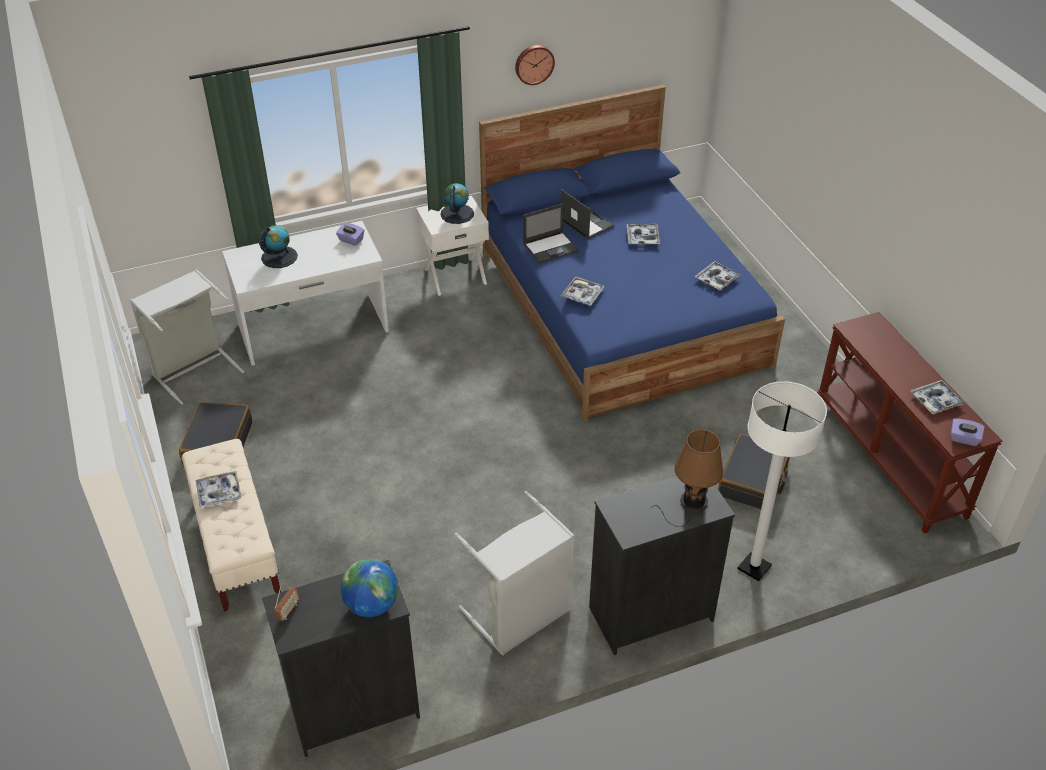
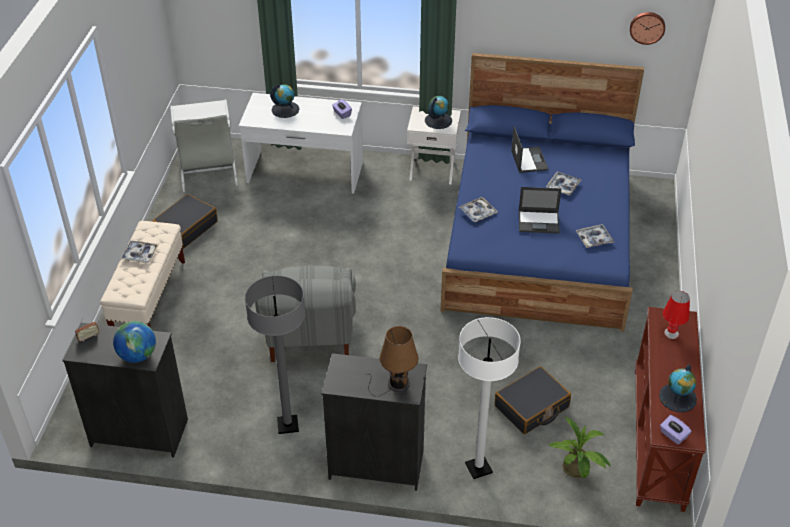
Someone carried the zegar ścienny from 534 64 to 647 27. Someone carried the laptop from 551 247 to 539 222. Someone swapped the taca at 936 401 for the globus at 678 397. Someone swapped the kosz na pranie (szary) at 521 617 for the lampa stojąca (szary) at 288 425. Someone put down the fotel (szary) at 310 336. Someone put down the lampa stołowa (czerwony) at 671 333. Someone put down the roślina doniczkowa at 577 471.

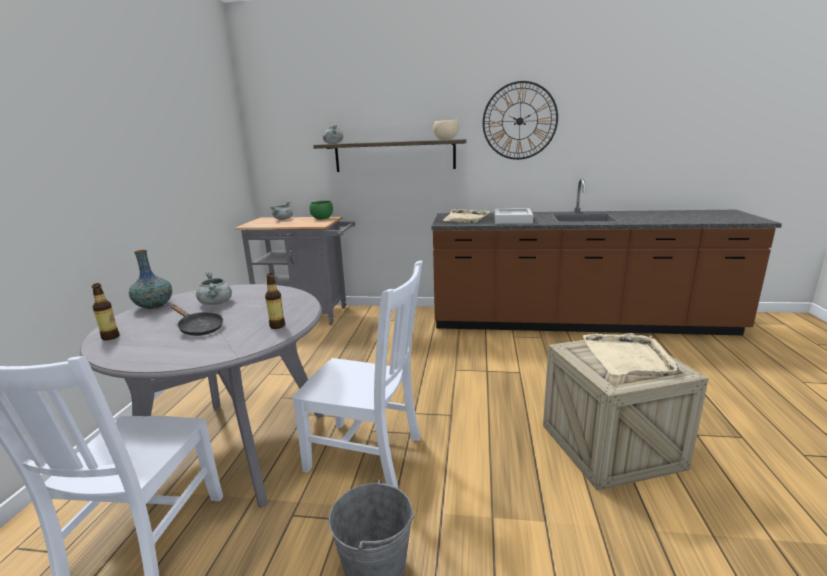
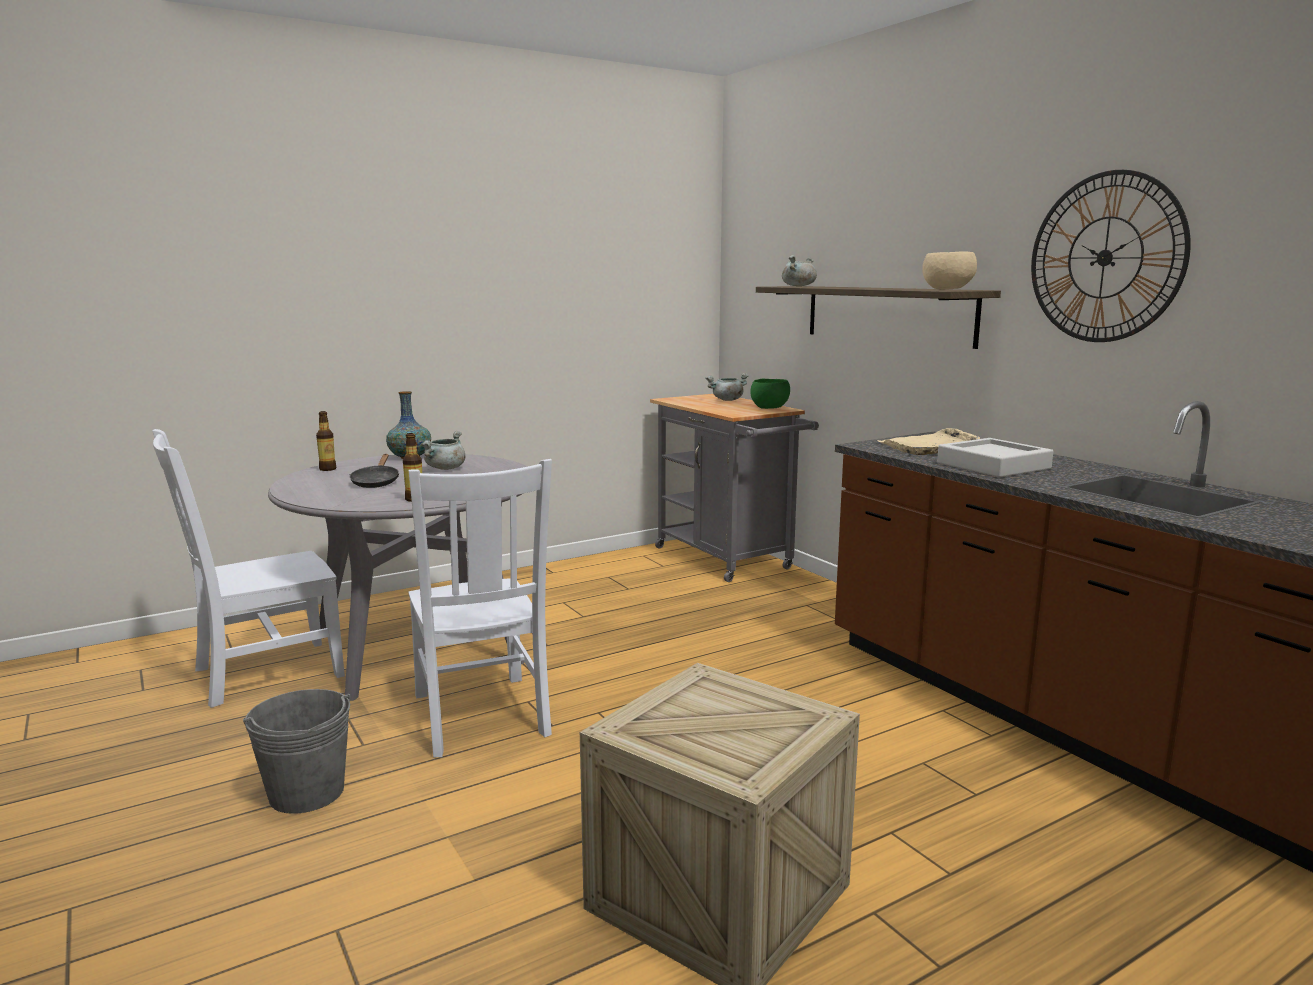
Someone took away the taca (beżowy) at 628 358.

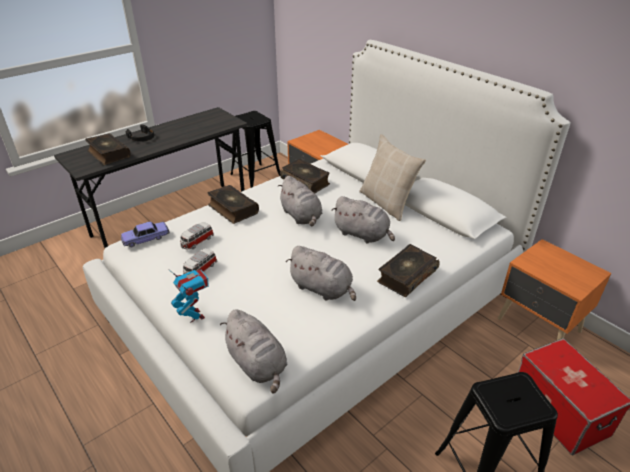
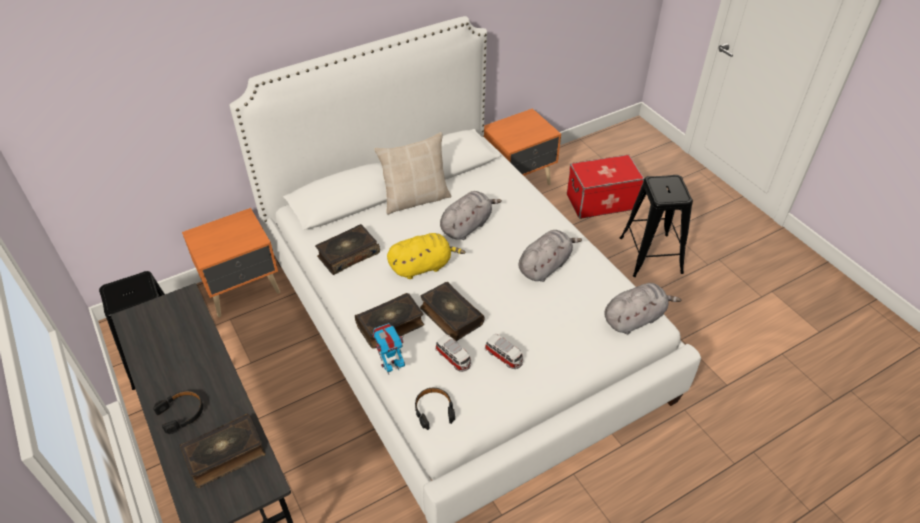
Someone repainted the pluszak (szary) at 301 216, which became the pluszak (żółty) at 423 266. Someone swapped the samochodzik at 146 238 for the słuchawki (czarny) at 434 410. Someone carried the książka from 406 276 to 450 316. Someone carried the robot zabawkowy from 194 316 to 391 367.

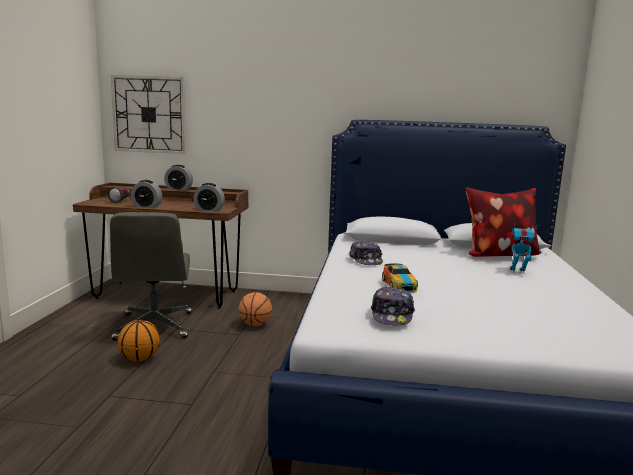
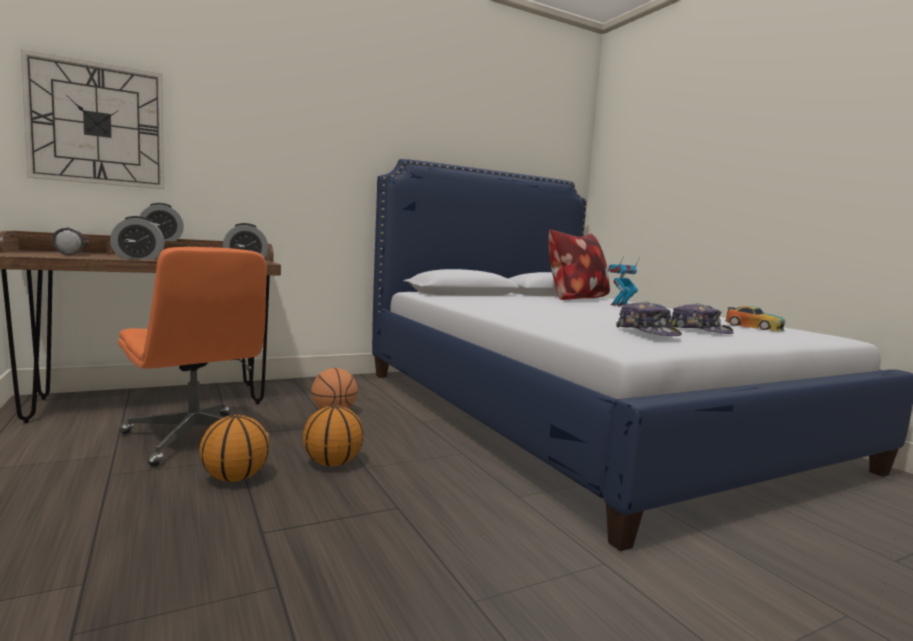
Someone repainted the krzesło biurowe (szary) at 155 326, which became the krzesło biurowe (pomarańczowy) at 195 438. Someone carried the czapka z daszkiem from 366 260 to 700 330. Someone carried the samochodzik from 399 285 to 754 327. Someone put down the piłka do koszykówki at 332 463.

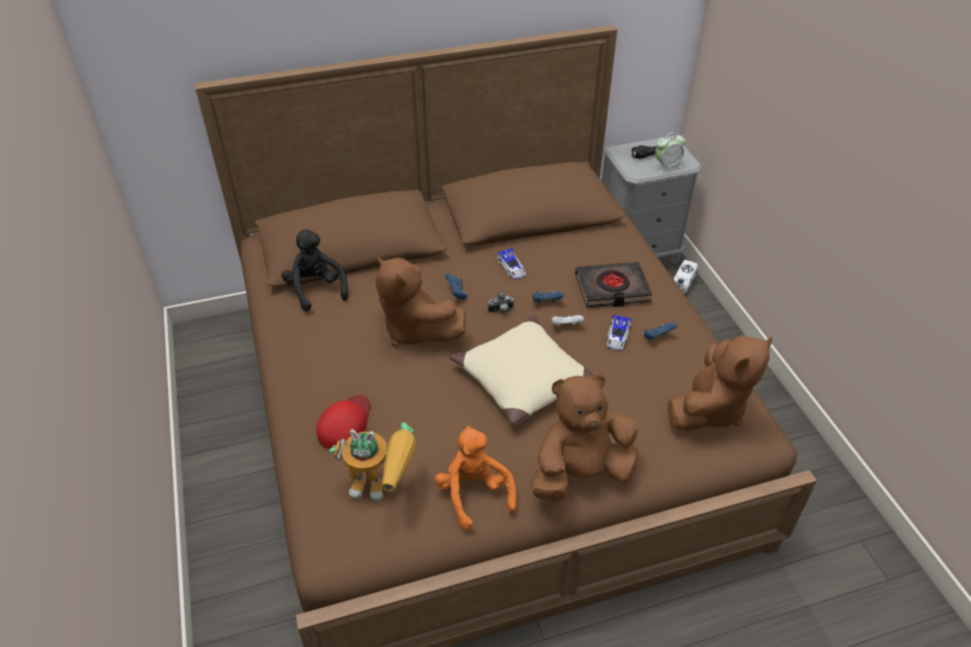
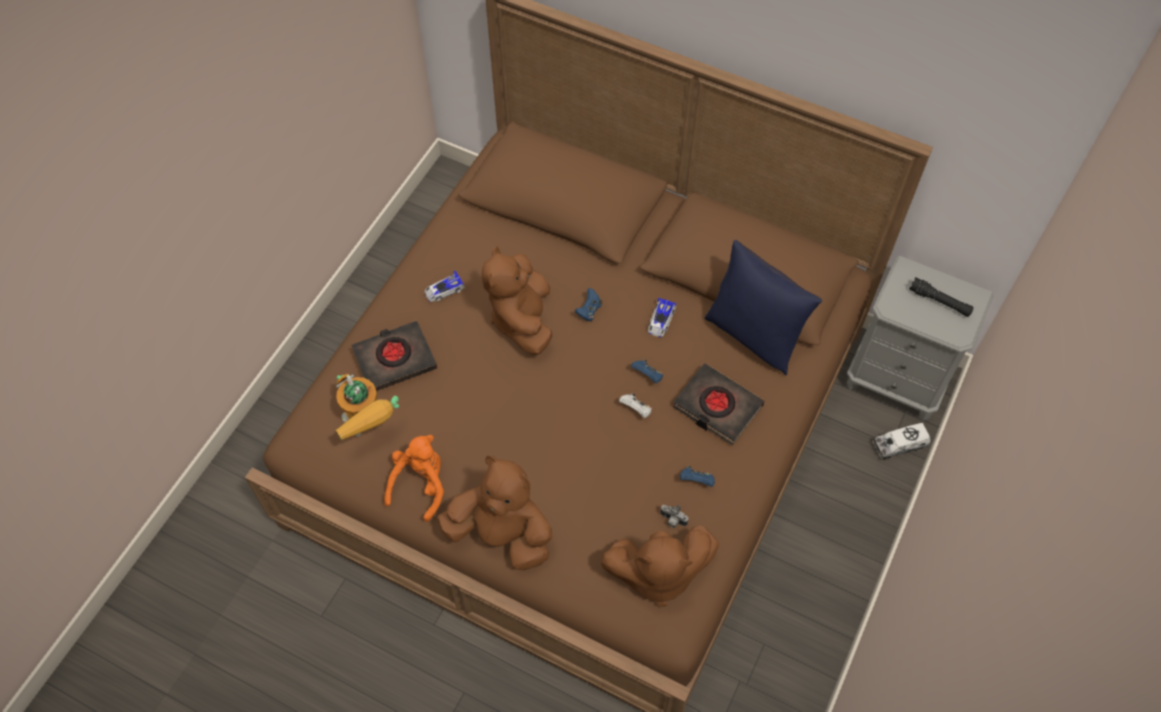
Someone took away the budzik at 667 166. Someone took away the pluszak (czarny) at 316 289. Someone carried the aparat fotograficzny from 501 311 to 672 521. Someone carried the samochodzik from 617 336 to 444 290. Someone took away the poduszka (beżowy) at 522 379. Someone swapped the czapka z daszkiem (czerwony) at 345 424 for the książka (czarny) at 395 359. Someone put down the poduszka (niebieski) at 753 335.

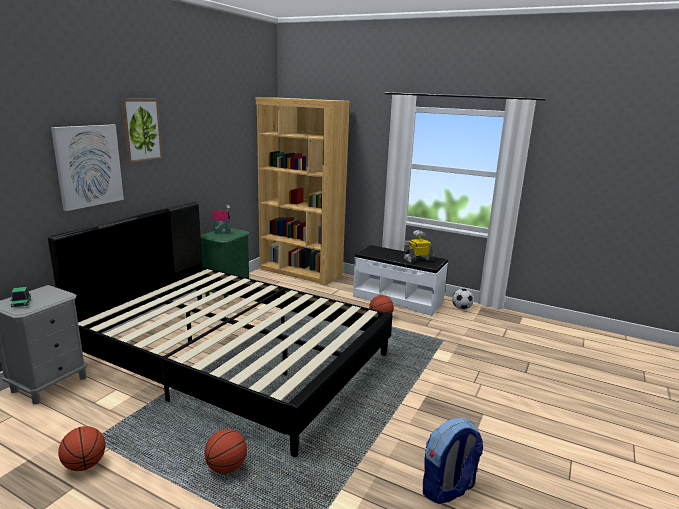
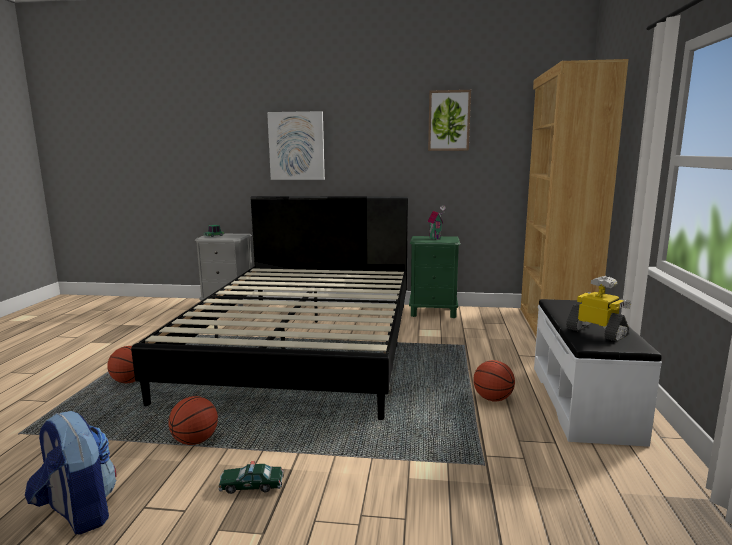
Someone carried the obraz from 141 130 to 449 121. Someone took away the piłka futbolowa at 461 308. Someone carried the piłka do koszykówki from 85 465 to 195 441. Someone put down the samochodzik at 251 485.

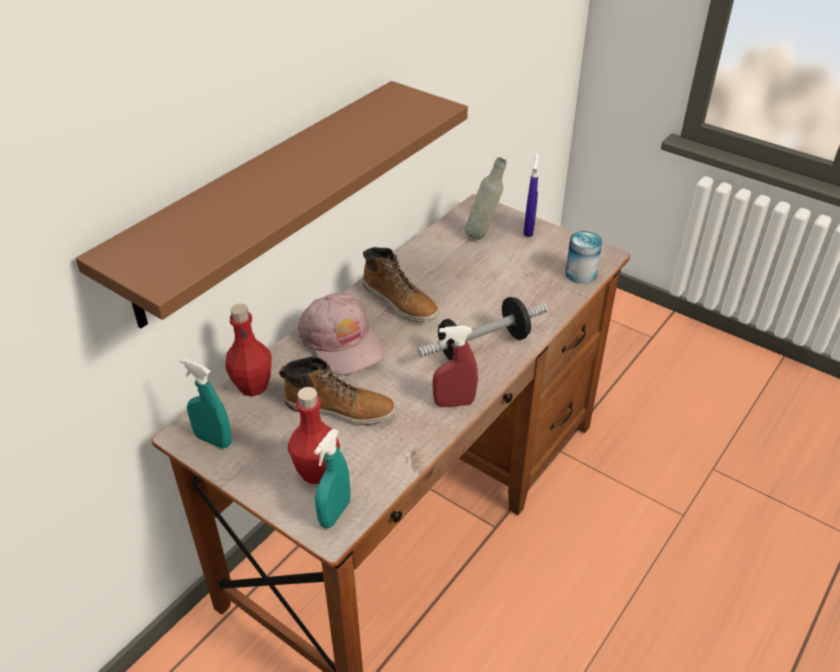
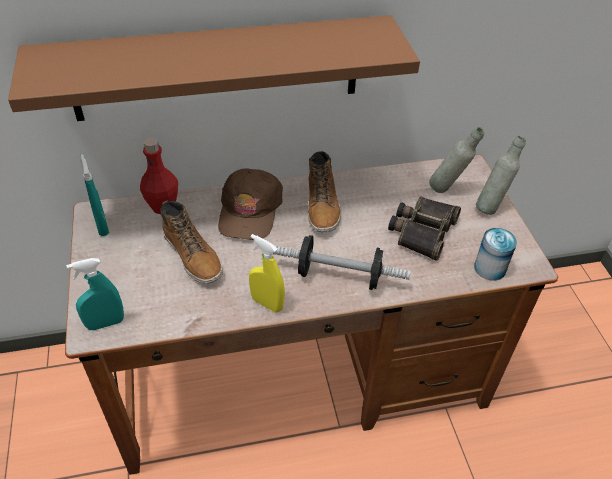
Someone swapped the spryskiwacz (niebieski) at 529 229 for the butelka (szary) at 491 207. Someone repainted the czapka z daszkiem (różowy) at 342 342, which became the czapka z daszkiem (brązowy) at 249 211. Someone repainted the spryskiwacz (czerwony) at 454 403, which became the spryskiwacz (żółty) at 267 303. Someone took away the butelka (czerwony) at 317 472. Someone put down the lornetka at 422 230.

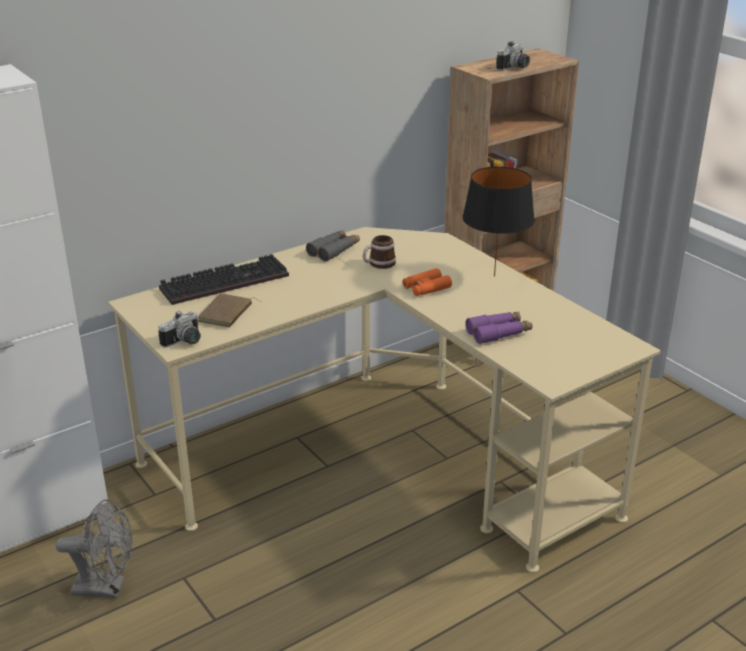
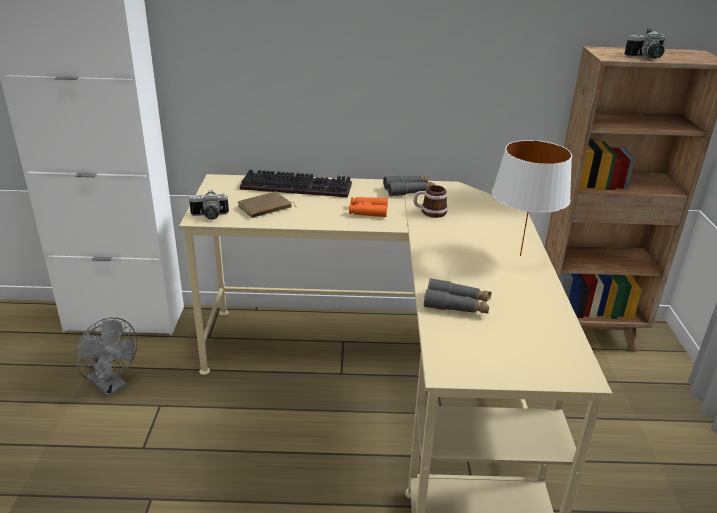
Someone repainted the lampa stołowa (czarny) at 495 276, which became the lampa stołowa (biały) at 520 256. Someone carried the lornetka (pomarańczowy) from 426 288 to 368 211. Someone repainted the lornetka (fioletowy) at 499 333, which became the lornetka (szary) at 457 305.

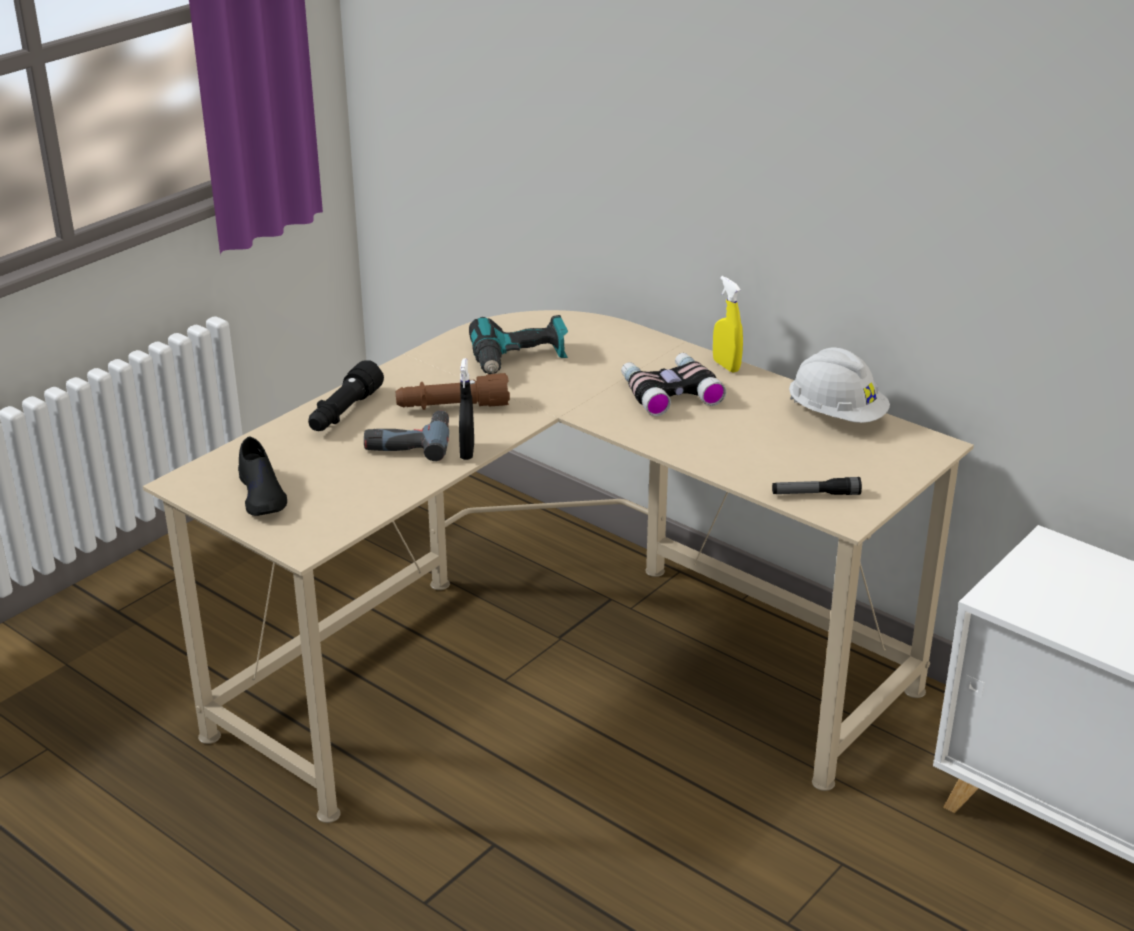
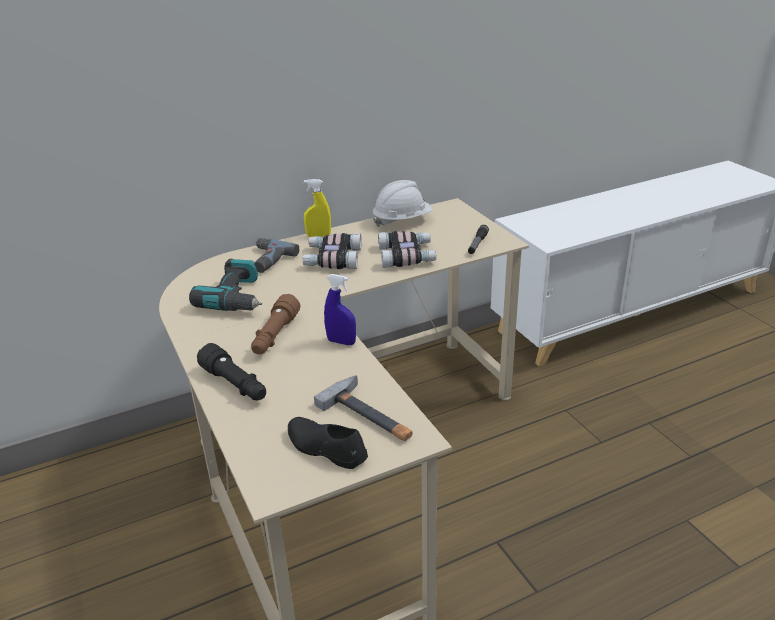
Someone repainted the spryskiwacz (czarny) at 467 452, which became the spryskiwacz (niebieski) at 341 342. Someone carried the wiertarka from 408 442 to 266 260. Someone rotated the but (czarny) at 262 494 by 150 degrees counterclockwise. Someone put down the lornetka at 407 255. Someone put down the młotek at 370 415.

